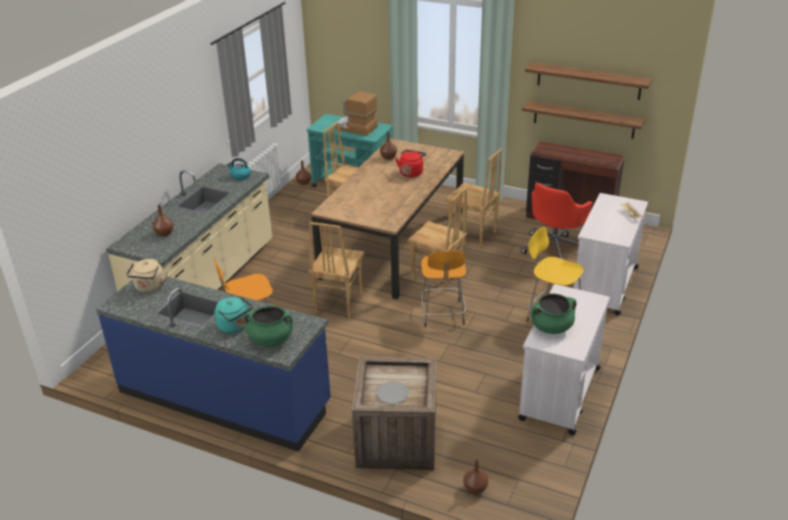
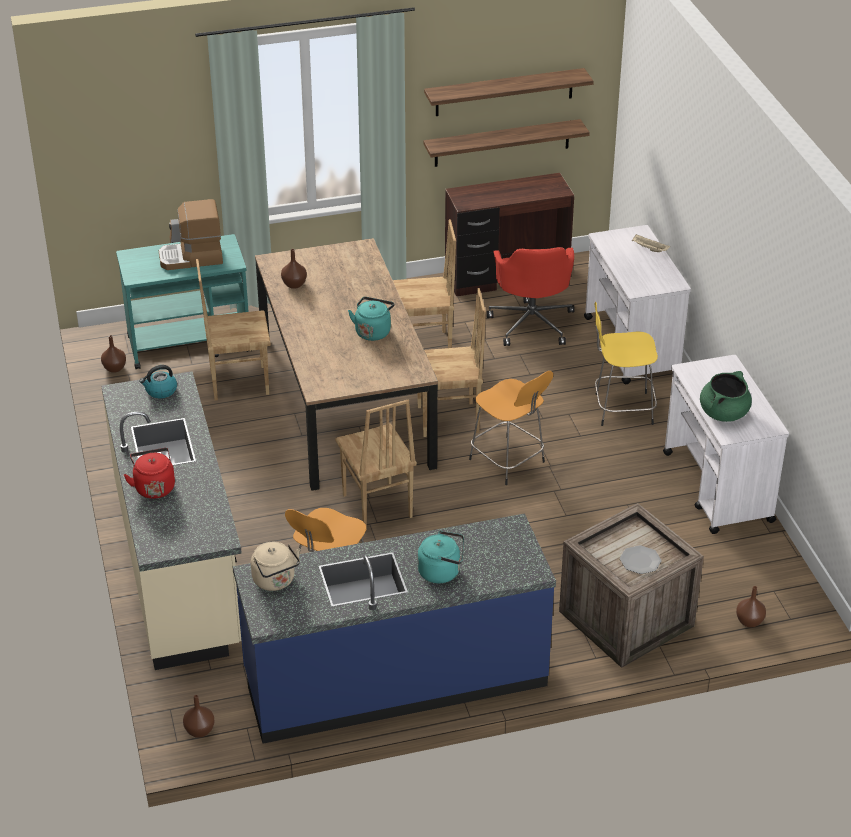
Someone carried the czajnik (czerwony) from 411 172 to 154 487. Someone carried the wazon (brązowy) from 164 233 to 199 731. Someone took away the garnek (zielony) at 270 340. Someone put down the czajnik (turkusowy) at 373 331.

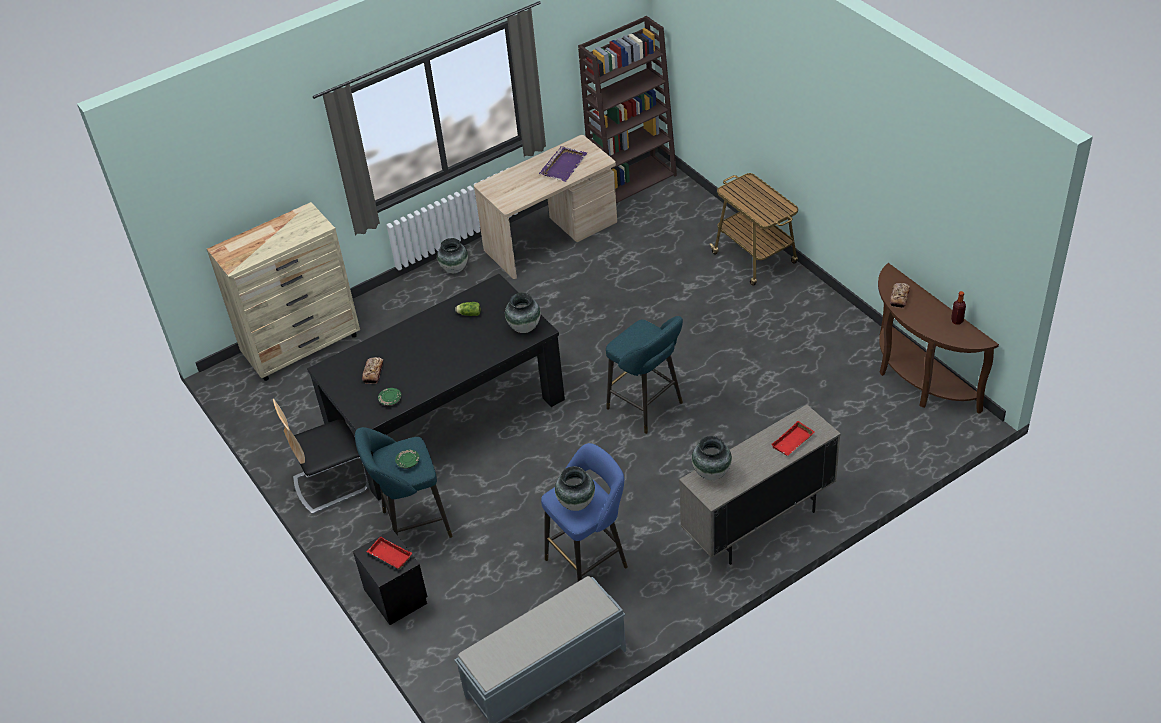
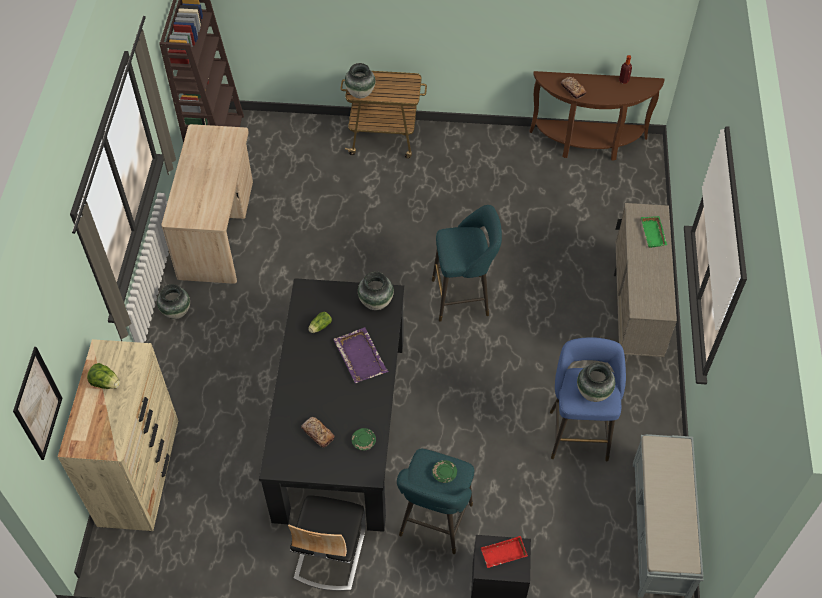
Someone carried the taca (fioletowy) from 564 165 to 360 356. Someone repainted the taca (czerwony) at 793 442, which became the taca (zielony) at 654 234. Someone carried the wazon from 711 472 to 360 93. Someone put up the obraz at 37 404. Someone put down the sałata at 106 383.

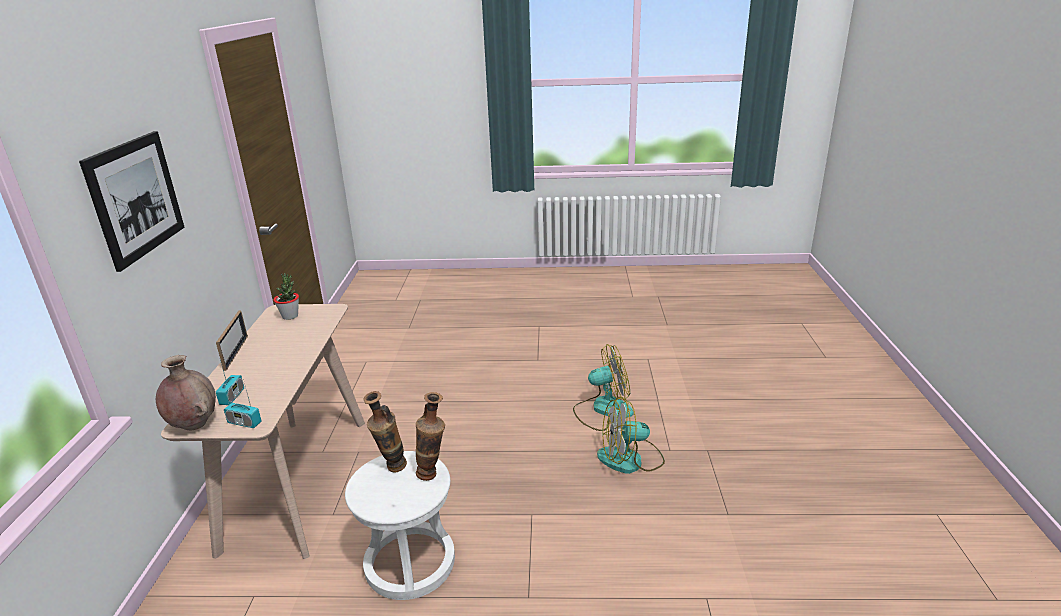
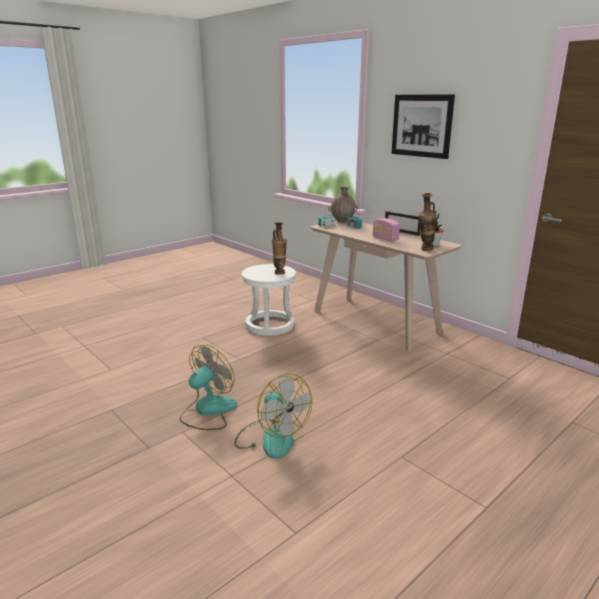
Someone rotated the wentylator at 602 410 by 75 degrees counterclockwise. Someone carried the wazon from 433 475 to 424 250. Someone put down the radio at 385 239.

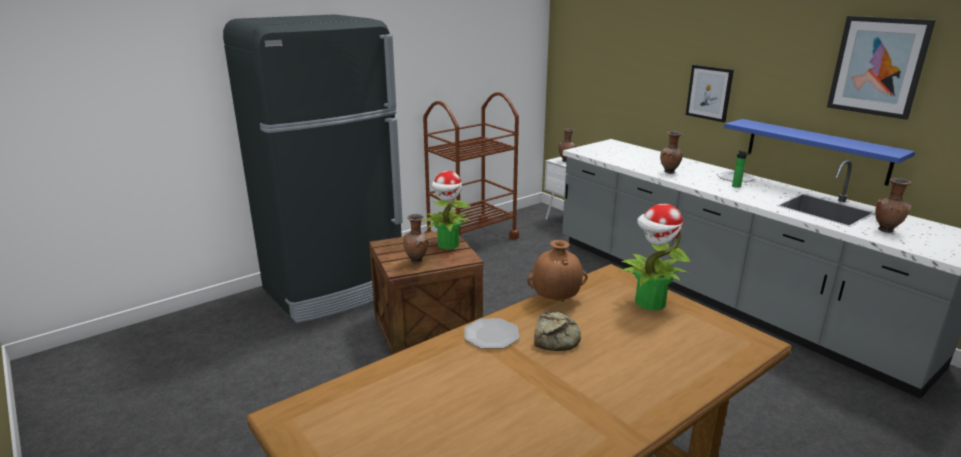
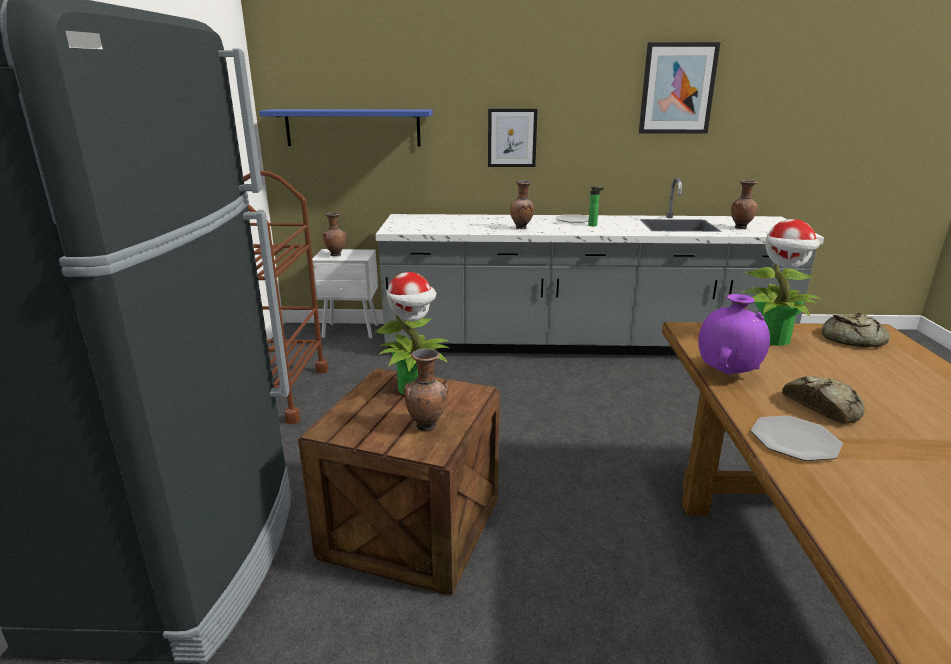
Someone carried the półka (niebieski) from 816 151 to 353 127. Someone repainted the wazon (brązowy) at 556 299, which became the wazon (fioletowy) at 727 373. Someone put down the chleb at 851 339.

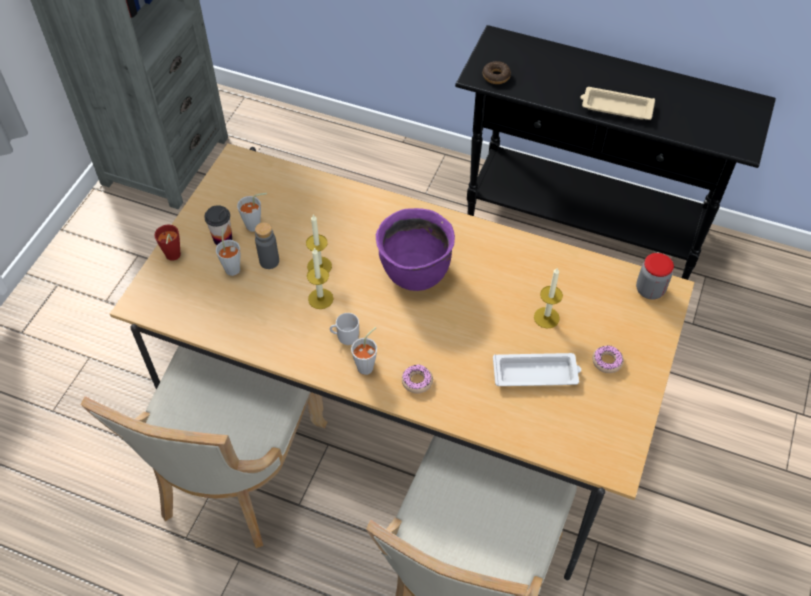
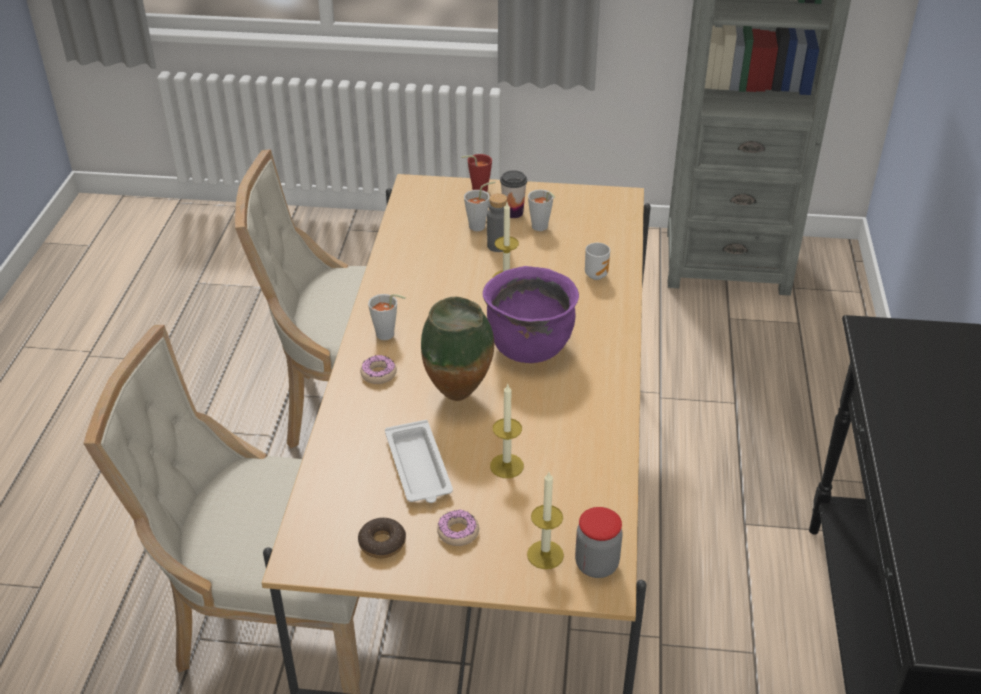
Someone carried the donut from 496 76 to 382 543. Someone took away the taca (beżowy) at 615 107. Someone carried the świeca from 320 298 to 545 554. Someone carried the kubek from 347 338 to 596 274. Someone put down the wazon at 459 397.

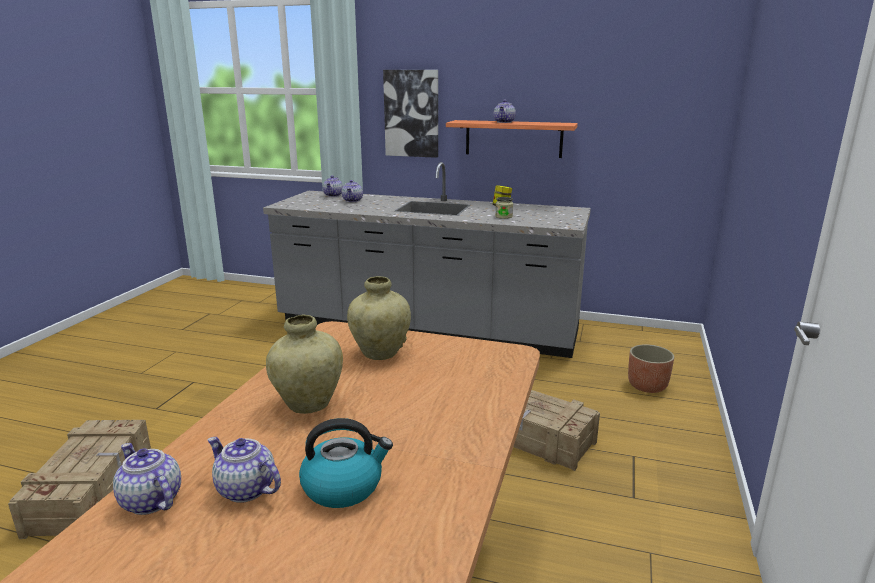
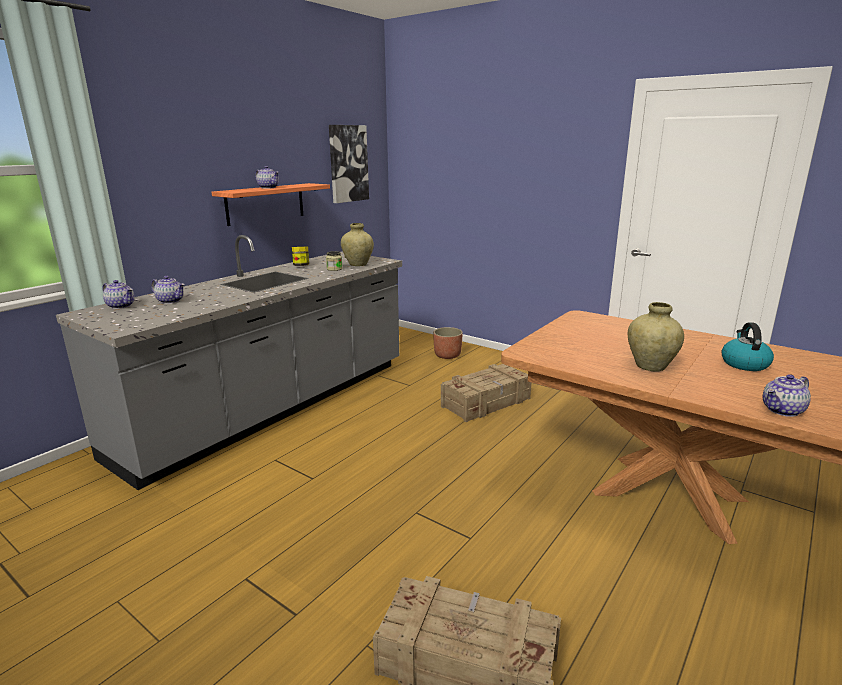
Someone carried the obraz from 411 113 to 348 163. Someone carried the wazon (beżowy) from 380 353 to 358 264. Someone took away the imbryk at 245 489.

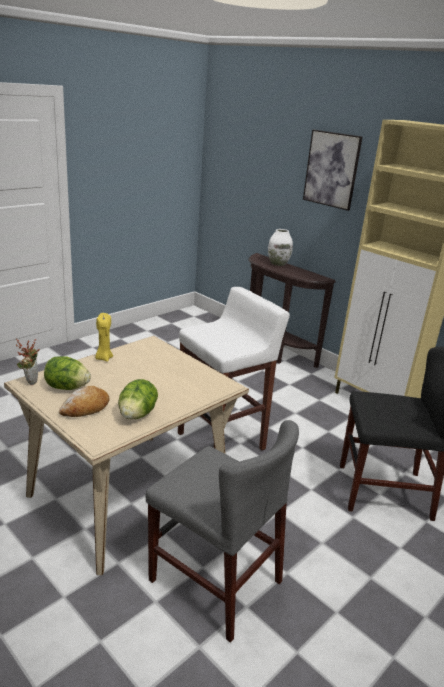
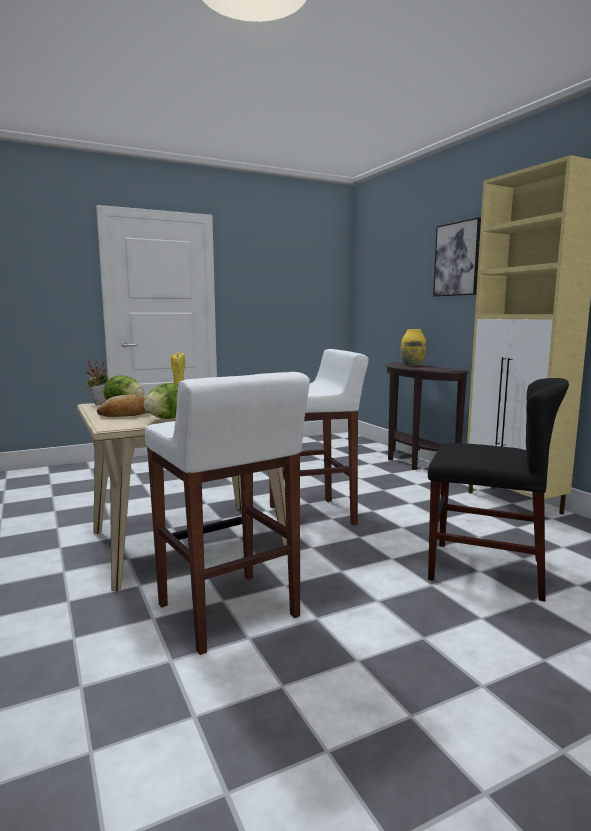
Someone repainted the wazon (biały) at 278 264, which became the wazon (żółty) at 412 365. Someone swapped the krzesło (szary) at 215 581 for the stołek (biały) at 228 612.

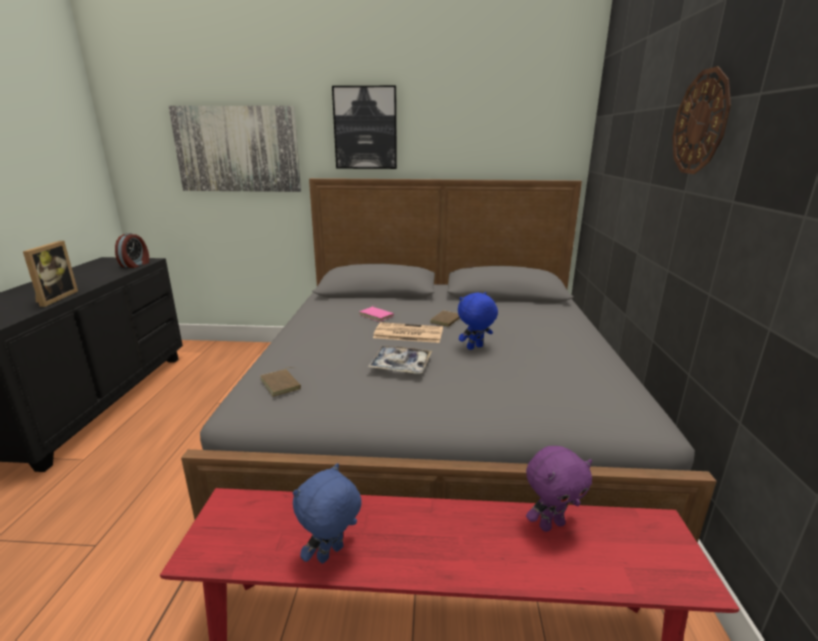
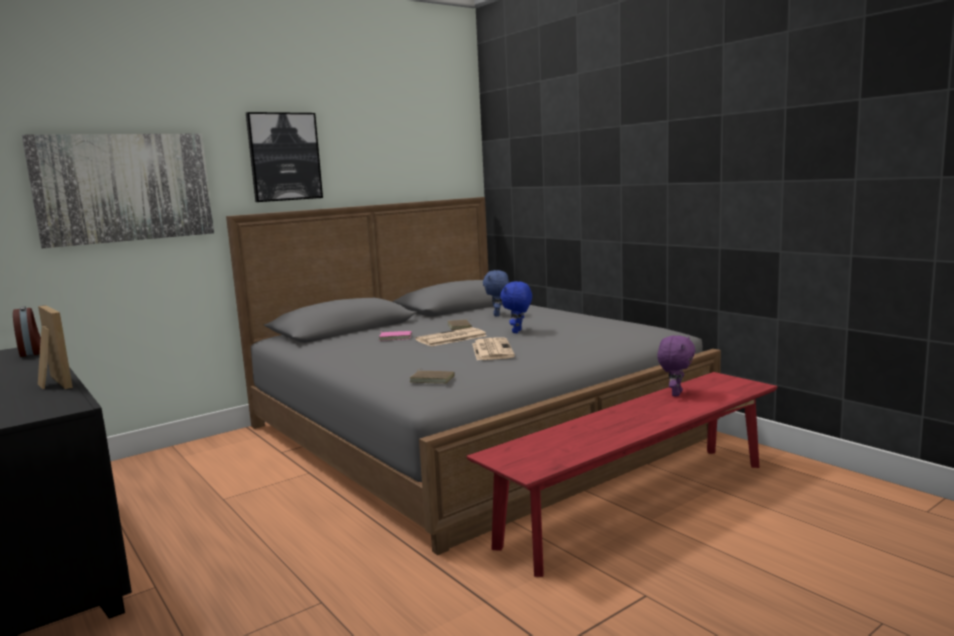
Someone took away the zegar ścienny at 700 122. Someone swapped the taca at 400 365 for the gazeta at 491 350. Someone carried the pluszak (niebieski) from 331 555 to 497 315.

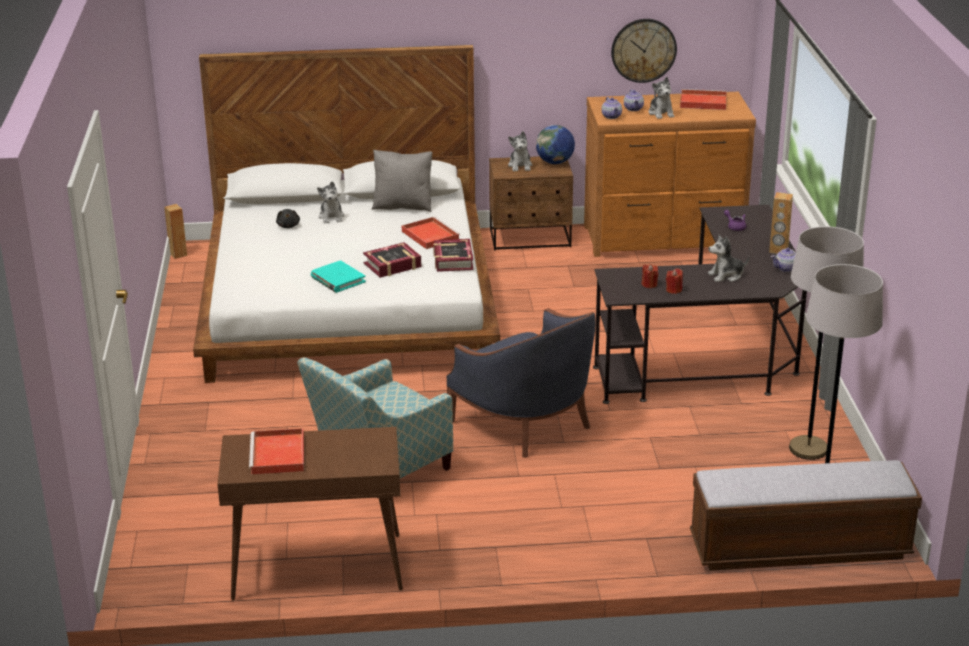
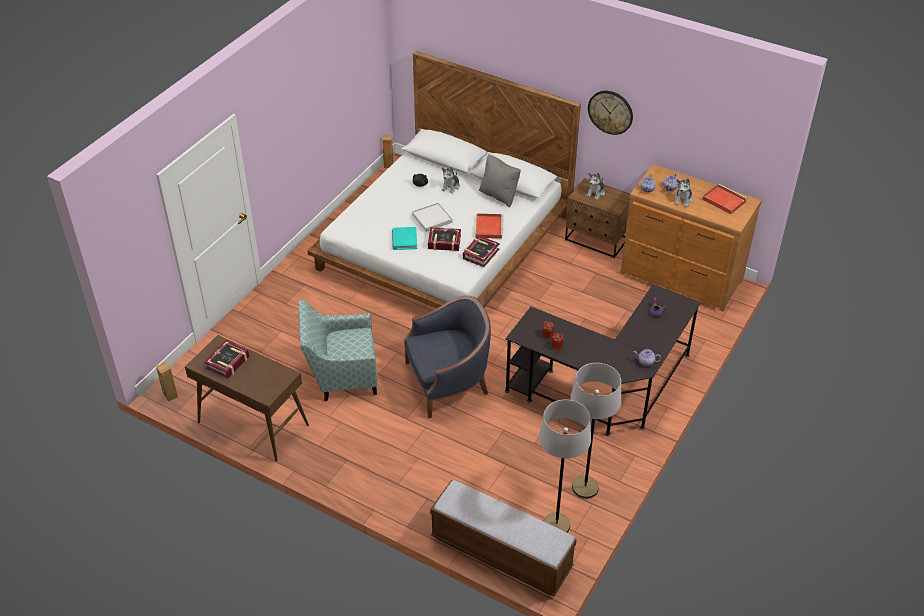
Someone carried the zegar ścienny from 643 50 to 610 112. Someone took away the globus at 555 162. Someone carried the głośnik (brązowy) from 778 250 to 170 395. Someone took away the pluszak at 726 276. Someone rotated the fotel (niebieski) at 525 422 by 105 degrees counterclockwise. Someone swapped the taca (czerwony) at 278 455 for the książka at 228 362. Someone put down the taca (biały) at 432 218.

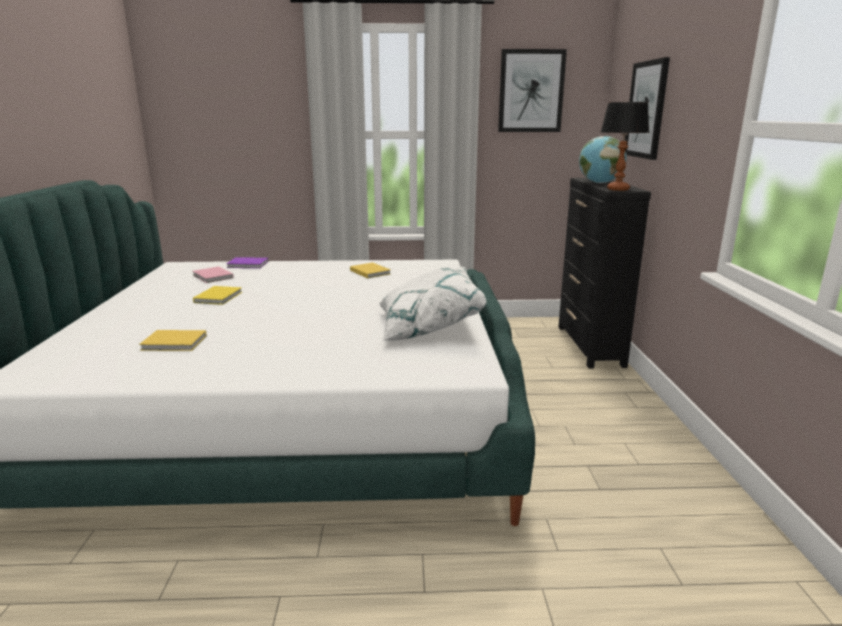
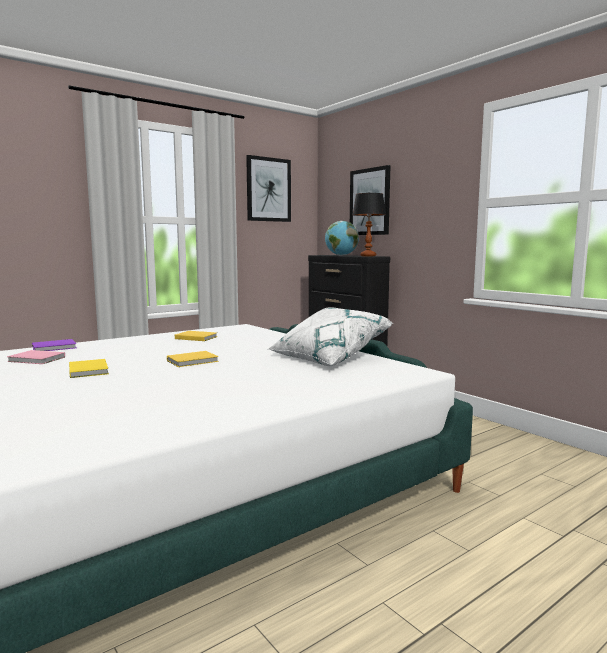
Someone carried the książka (żółty) from 175 343 to 194 361.

